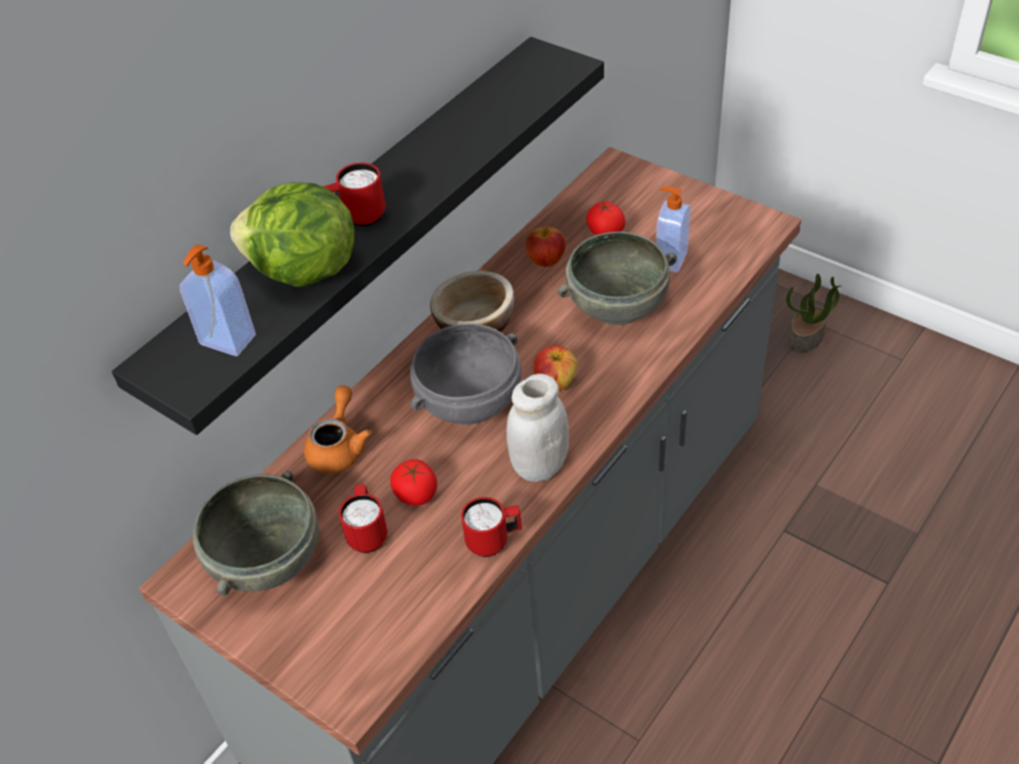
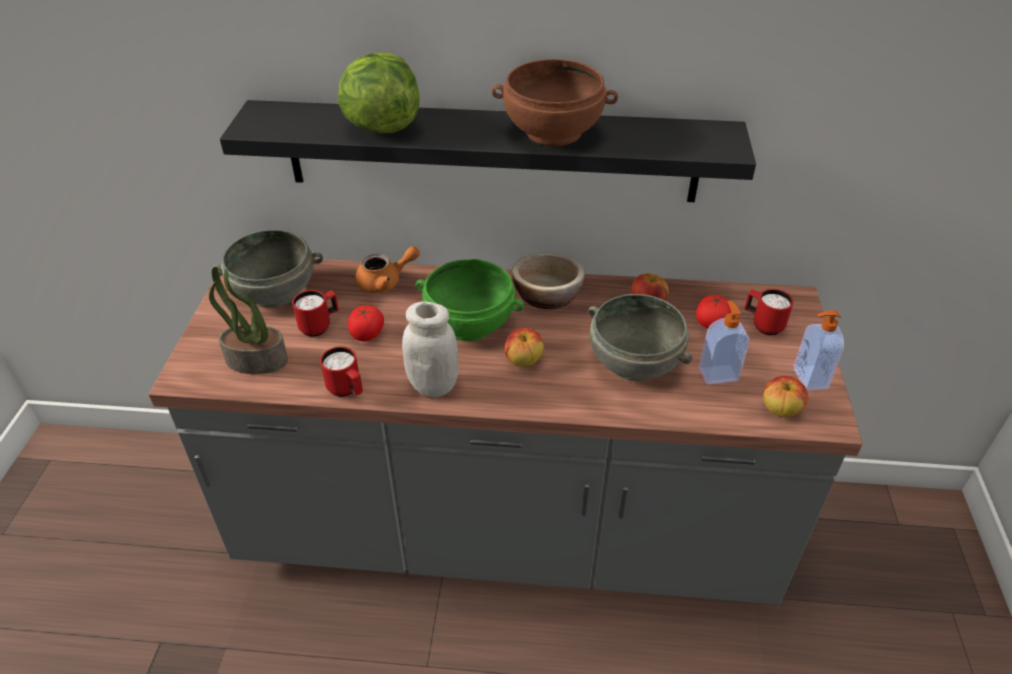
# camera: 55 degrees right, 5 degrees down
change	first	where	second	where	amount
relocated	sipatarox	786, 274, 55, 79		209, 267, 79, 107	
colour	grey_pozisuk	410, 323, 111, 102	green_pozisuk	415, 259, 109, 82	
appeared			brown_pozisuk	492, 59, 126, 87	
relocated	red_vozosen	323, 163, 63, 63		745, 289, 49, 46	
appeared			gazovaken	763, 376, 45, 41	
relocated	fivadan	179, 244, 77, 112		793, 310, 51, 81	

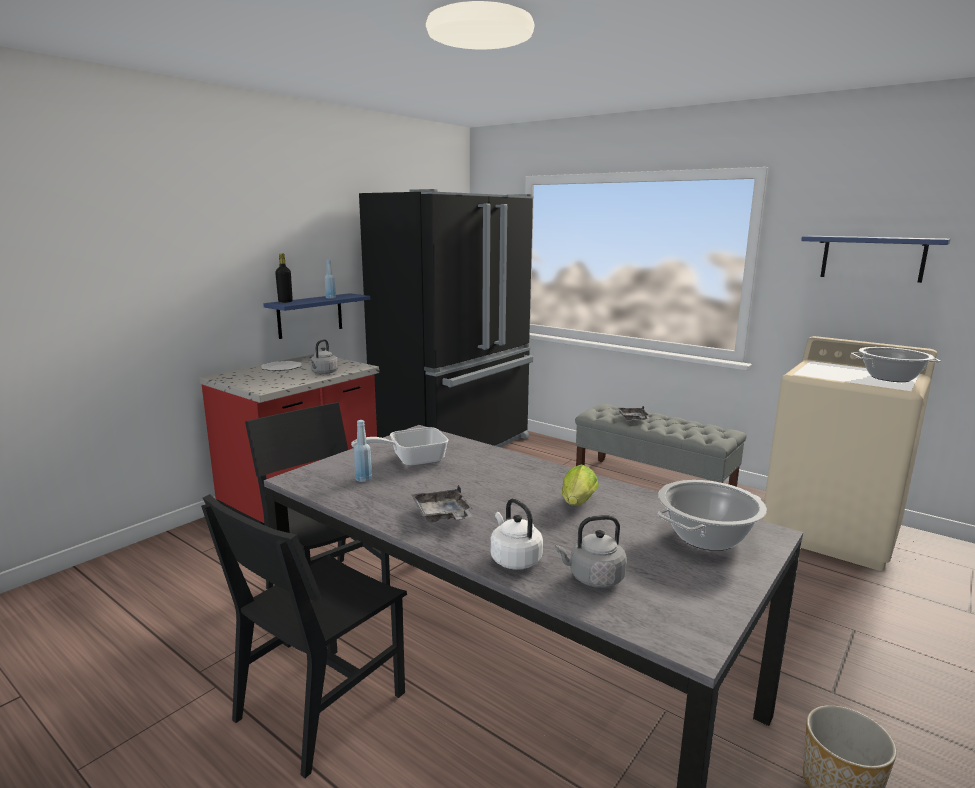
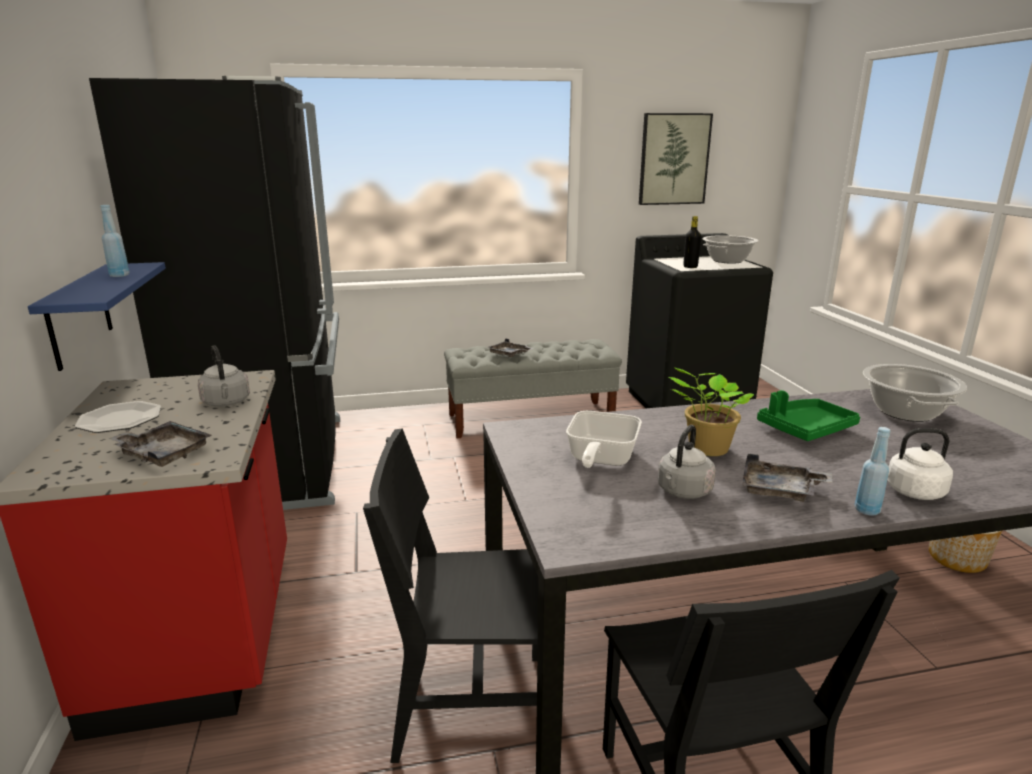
# camera: 50 degrees left, 5 degrees up
change	first	where	second	where	amount
appeared			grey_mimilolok	108, 421, 104, 46	
colour	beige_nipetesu	761, 336, 176, 235	black_nipetesu	626, 233, 147, 175	
exchanged	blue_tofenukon	801, 236, 149, 47	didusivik	639, 113, 74, 92	
relocated	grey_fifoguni	555, 515, 72, 73		658, 425, 58, 74	
appeared			sipatarox	669, 368, 85, 88	
relocated	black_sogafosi	275, 253, 18, 50		683, 216, 18, 52	
exchanged	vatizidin	562, 464, 37, 42	green_mimilolok	757, 390, 103, 51	
relocated	blue_sogafosi	354, 420, 18, 62		854, 427, 36, 89	

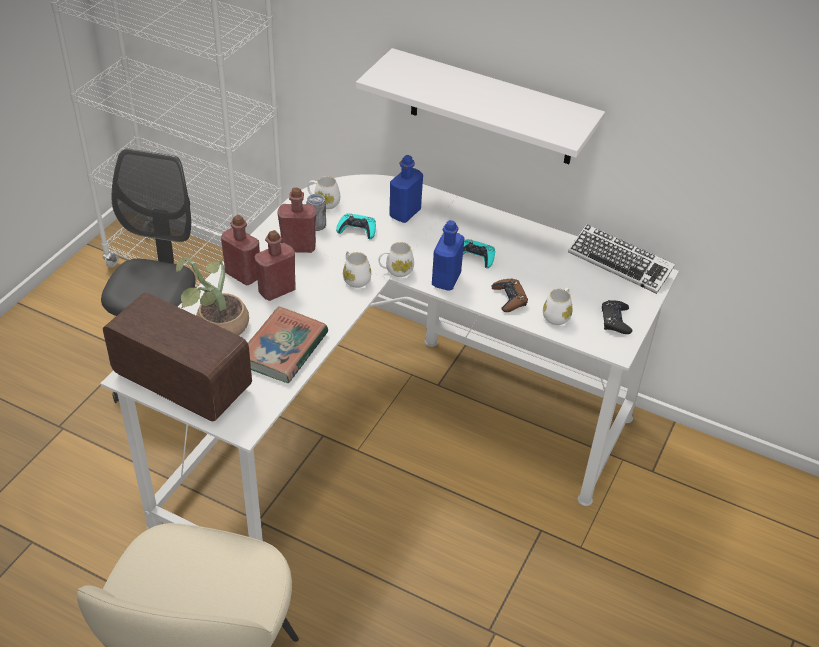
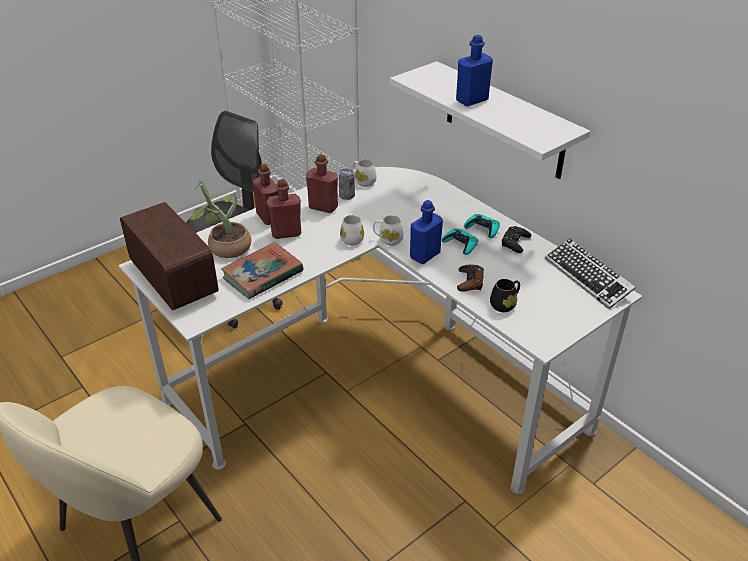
# camera: 25 degrees right, 5 degrees down
change	first	where	second	where	amount
relocated	blue_sogafosi	389, 155, 34, 68		456, 35, 37, 71	
relocated	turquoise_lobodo	336, 213, 40, 26		464, 214, 36, 24	
colour	white_vozosen	543, 288, 29, 37	black_vozosen	490, 279, 30, 33	
relocated	black_lobodo	602, 300, 31, 34		502, 226, 29, 27	

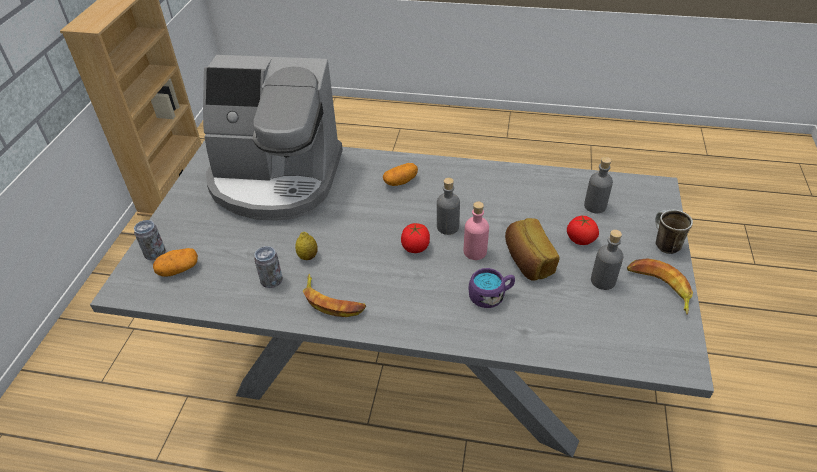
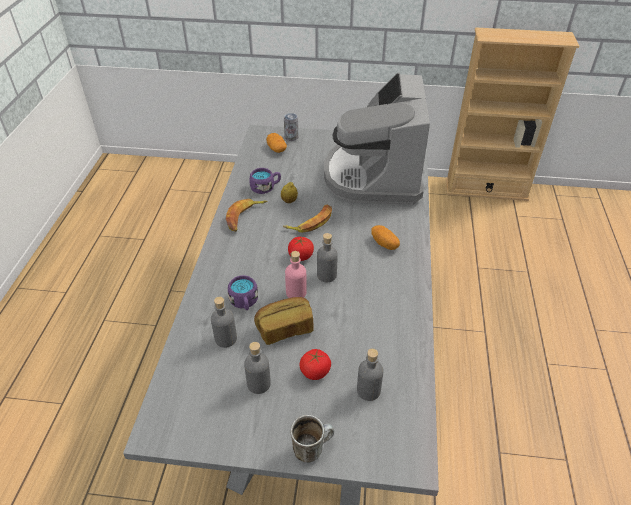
# camera: 85 degrees right, 0 degrees up
change	first	where	second	where	amount
appeared			grey_sogafosi	211, 297, 26, 51	
exchanged	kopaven	254, 246, 29, 42	purple_vozosen	249, 168, 32, 26	
relocated	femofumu	627, 258, 66, 57		283, 205, 49, 28	

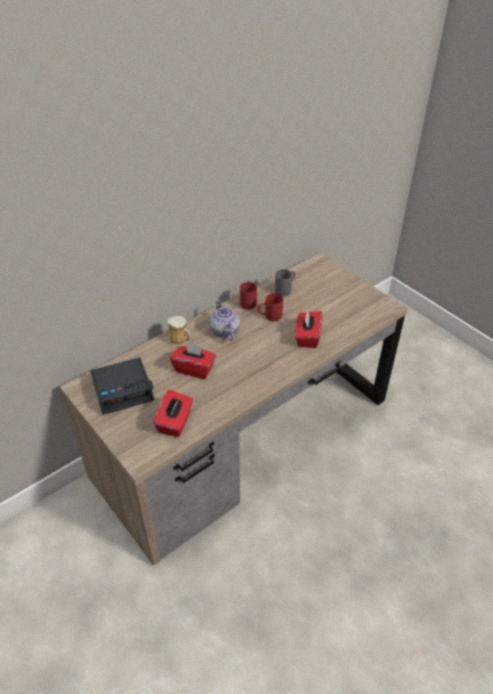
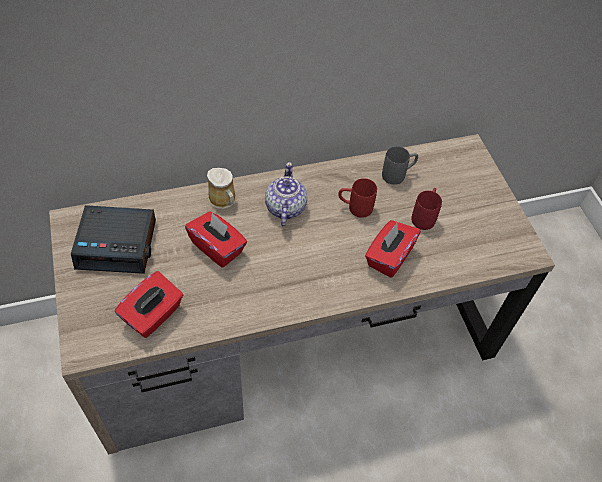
# camera: 20 degrees right, 10 degrees up
change	first	where	second	where	amount
relocated	red_vozosen	240, 281, 17, 29		411, 188, 31, 42	

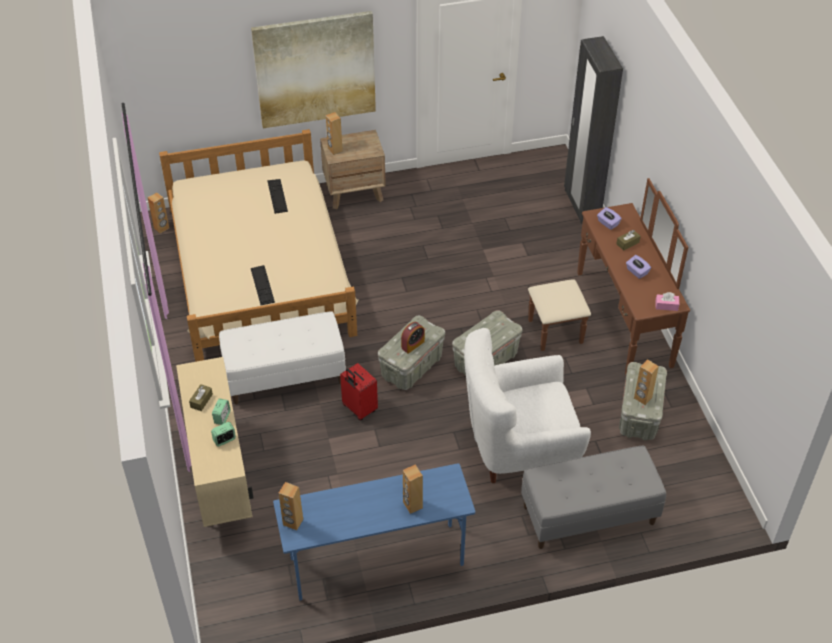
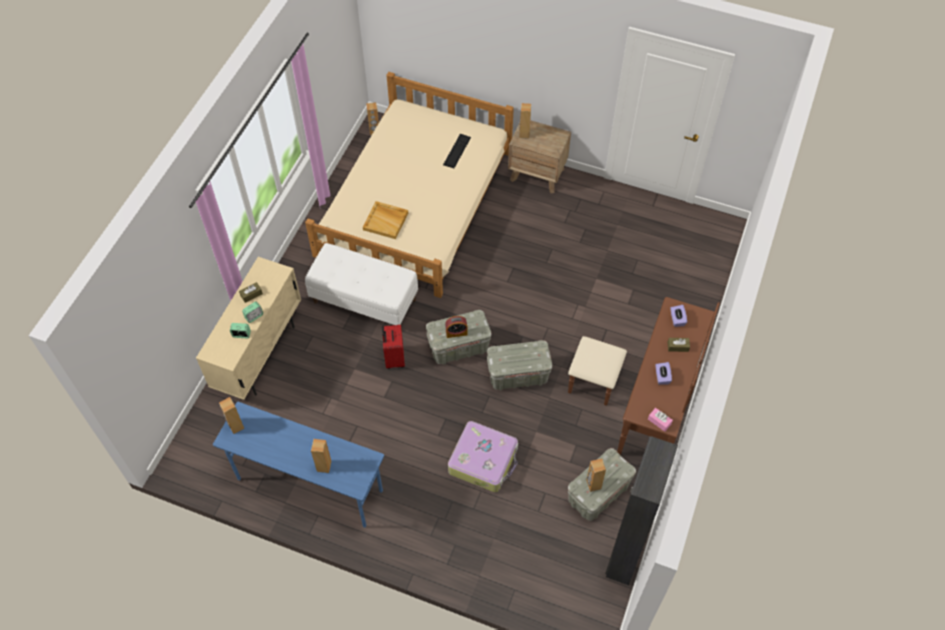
# camera: 35 degrees right, 10 degrees up
change	first	where	second	where	amount
exchanged	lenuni	251, 265, 24, 40	beige_mimilolok	363, 201, 45, 38	
exchanged	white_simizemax	464, 328, 127, 155	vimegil	448, 421, 70, 71	
relocated	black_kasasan	564, 36, 59, 188		605, 436, 73, 149	
missing	didusivik	251, 11, 125, 117			
missing	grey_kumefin	521, 446, 145, 103			

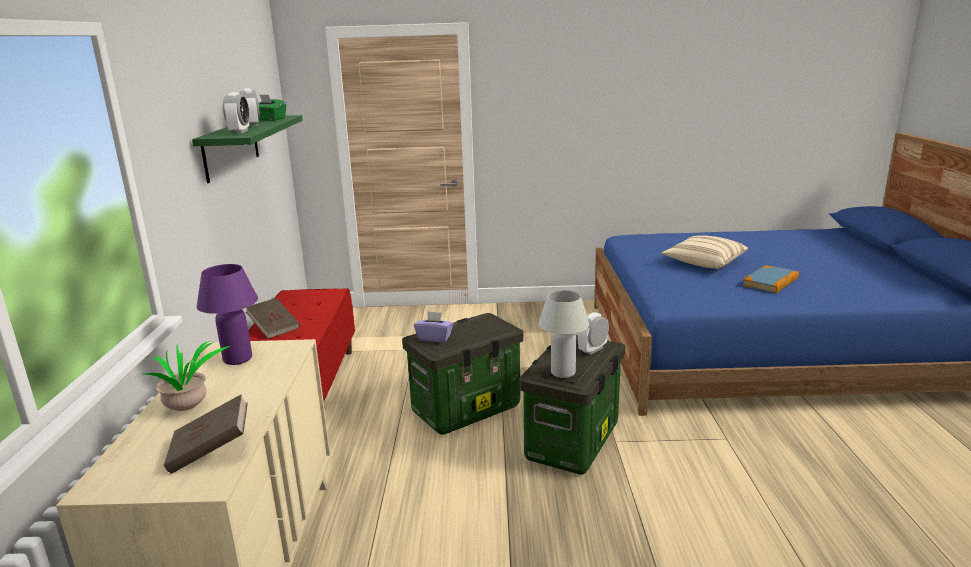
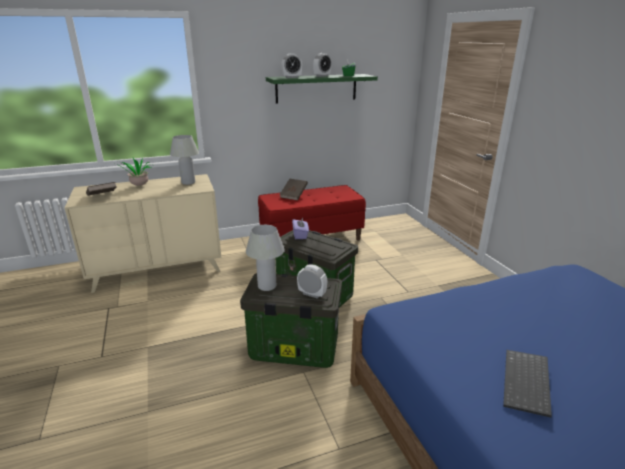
# camera: 70 degrees right, 5 degrees up
change	first	where	second	where	amount
colour	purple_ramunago	197, 264, 61, 101	white_ramunago	170, 135, 29, 50	
exchanged	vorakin	743, 265, 56, 28	lenuni	503, 350, 49, 68	
missing	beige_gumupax	661, 235, 87, 34			

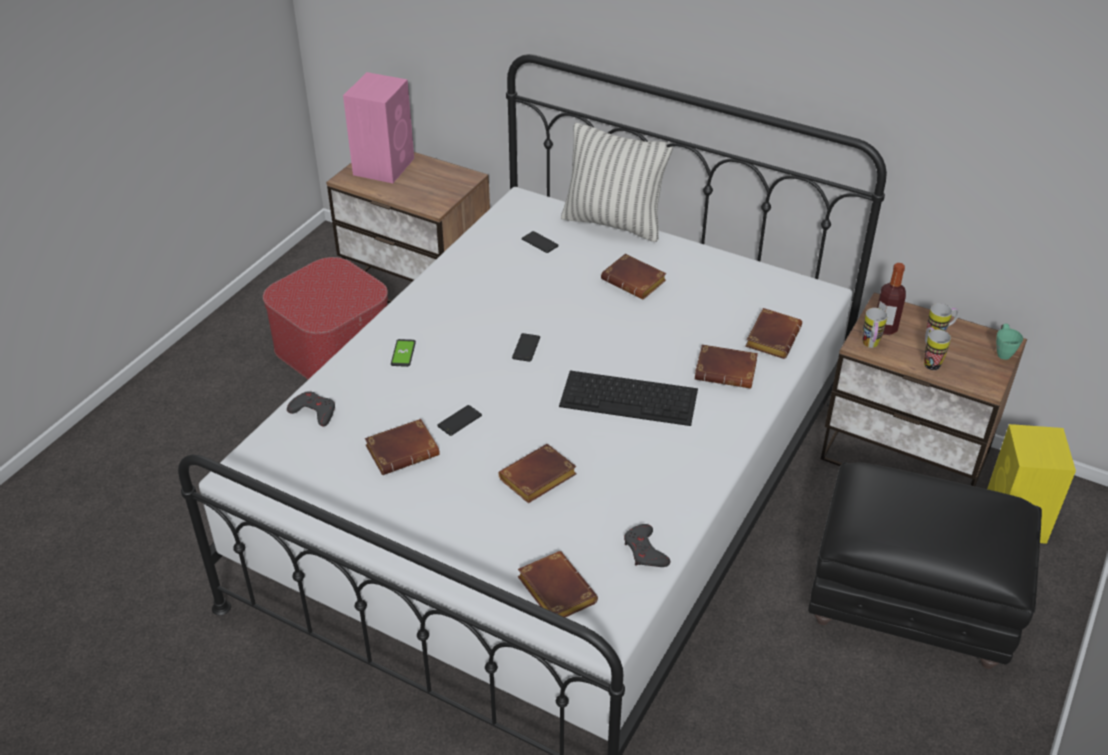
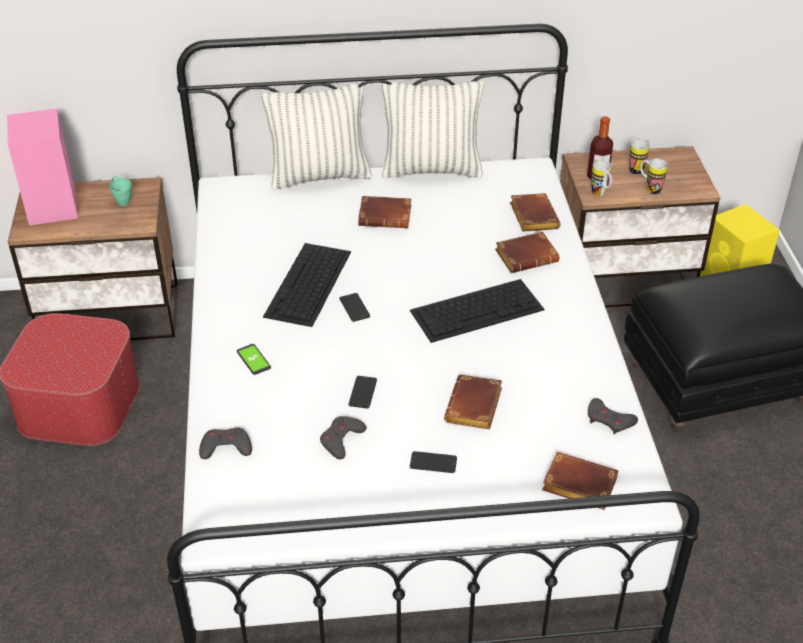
# camera: 35 degrees left, 0 degrees up
change	first	where	second	where	amount
relocated	green_vozosen	996, 324, 27, 36		109, 176, 23, 30	
appeared			lenuni	263, 243, 88, 84	
exchanged	brown_vorakin	365, 419, 75, 56	grey_lobodo	320, 416, 47, 43	
appeared			gumupax	382, 81, 102, 97	
relocated	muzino	522, 231, 37, 22		410, 451, 47, 22	

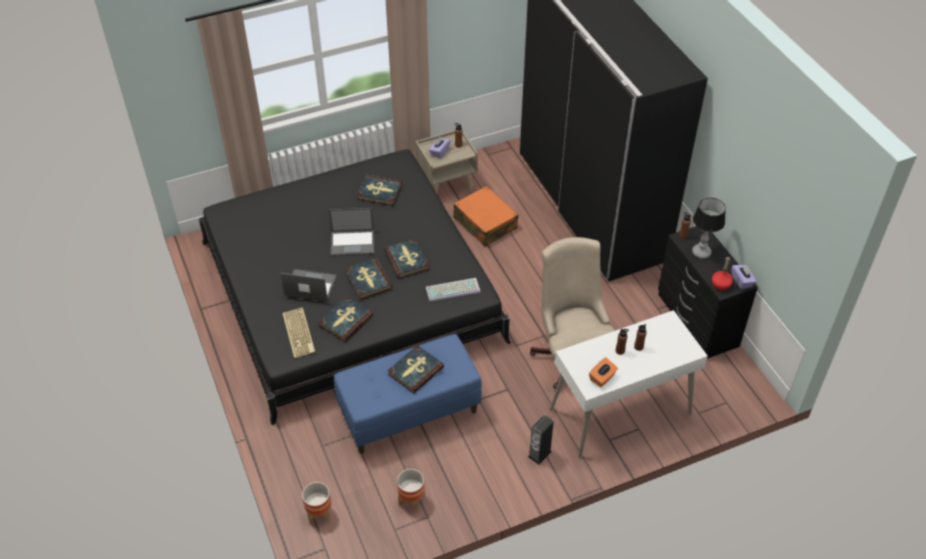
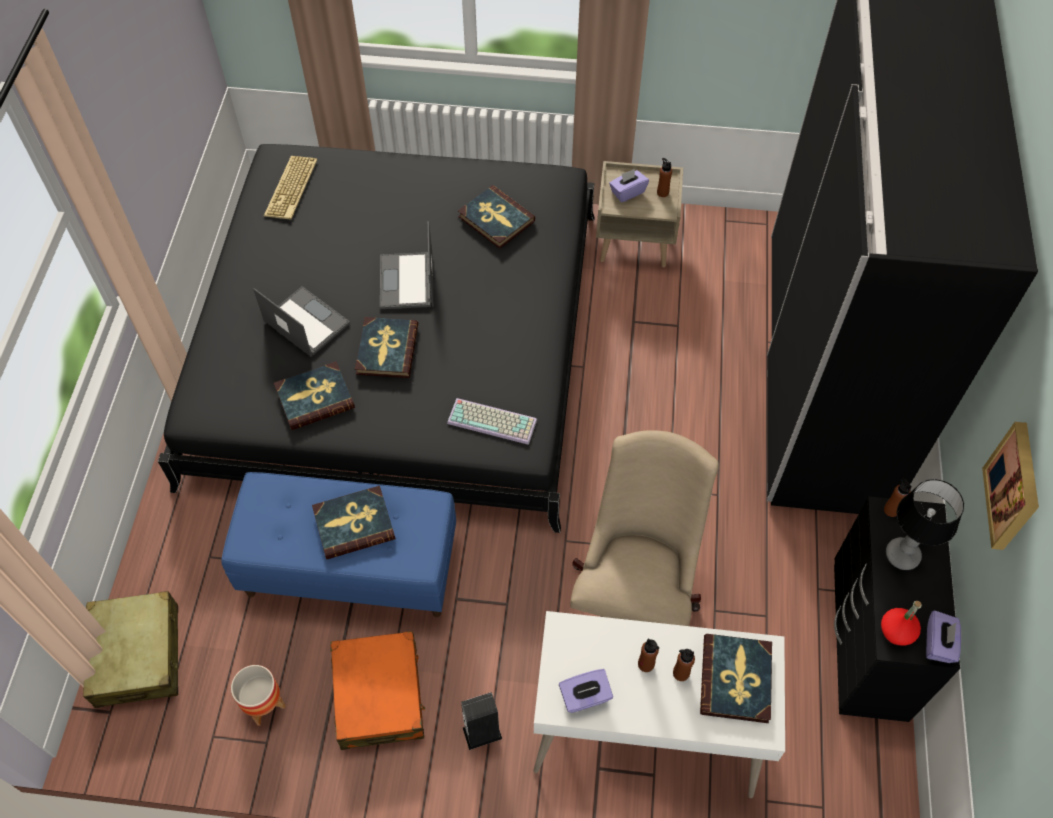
# camera: 30 degrees right, 10 degrees up
change	first	where	second	where	amount
exchanged	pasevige	302, 482, 29, 42	beige_vimegil	83, 591, 95, 117	
relocated	lenuni	283, 307, 32, 51		264, 156, 53, 63	
relocated	orange_vimegil	453, 186, 65, 61		330, 631, 95, 119	
spun	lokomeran	329, 208, 45, 48		380, 221, 54, 88	60 degrees clockwise
colour	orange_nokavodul	589, 357, 29, 30	purple_nokavodul	559, 669, 54, 44	
relocated	vorakin	384, 239, 46, 39		700, 634, 72, 89	
appeared			didusivik	982, 422, 57, 128	

